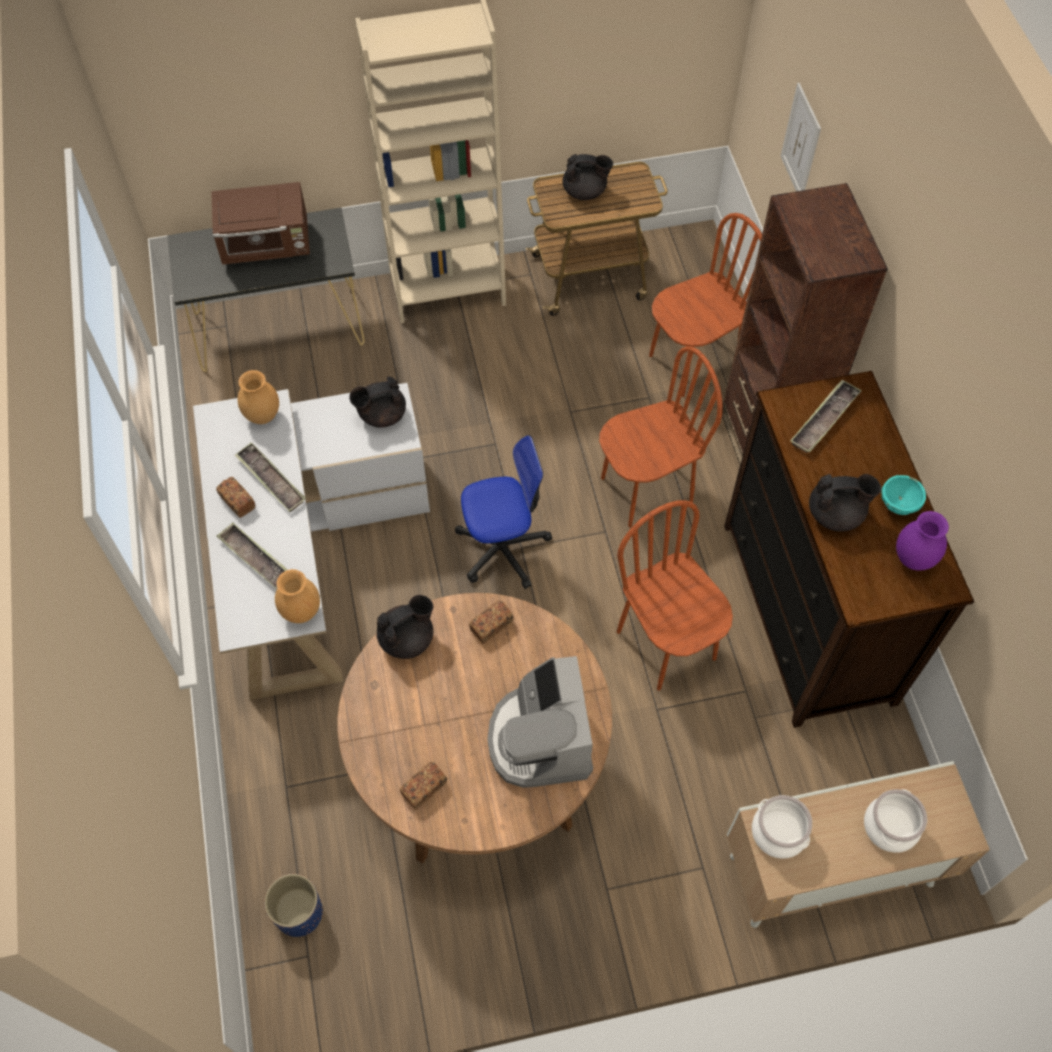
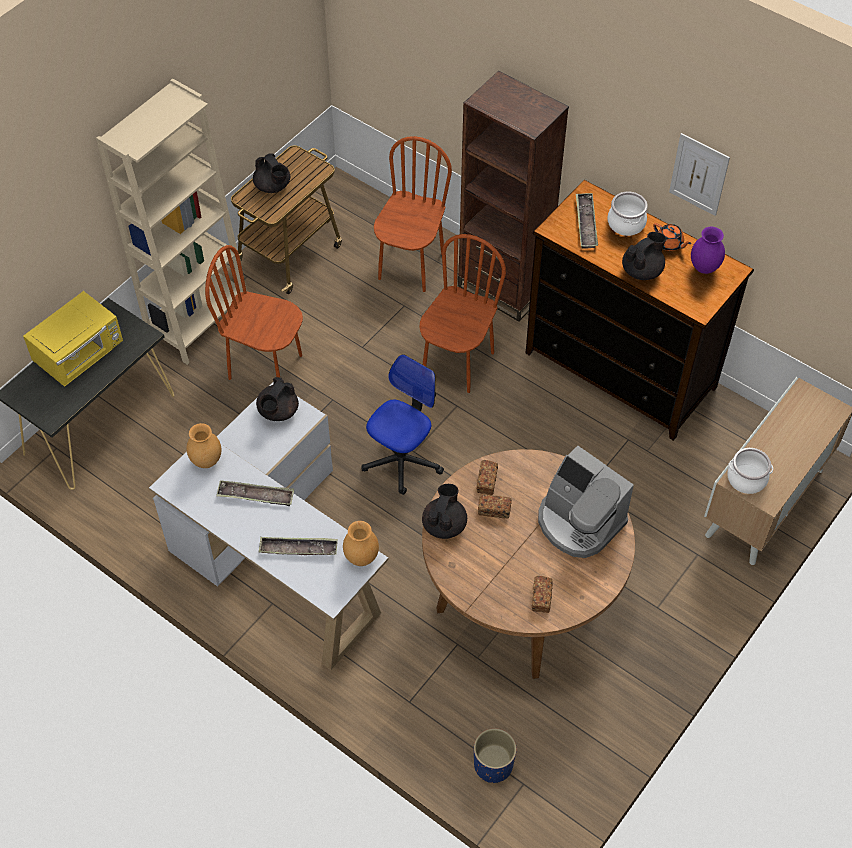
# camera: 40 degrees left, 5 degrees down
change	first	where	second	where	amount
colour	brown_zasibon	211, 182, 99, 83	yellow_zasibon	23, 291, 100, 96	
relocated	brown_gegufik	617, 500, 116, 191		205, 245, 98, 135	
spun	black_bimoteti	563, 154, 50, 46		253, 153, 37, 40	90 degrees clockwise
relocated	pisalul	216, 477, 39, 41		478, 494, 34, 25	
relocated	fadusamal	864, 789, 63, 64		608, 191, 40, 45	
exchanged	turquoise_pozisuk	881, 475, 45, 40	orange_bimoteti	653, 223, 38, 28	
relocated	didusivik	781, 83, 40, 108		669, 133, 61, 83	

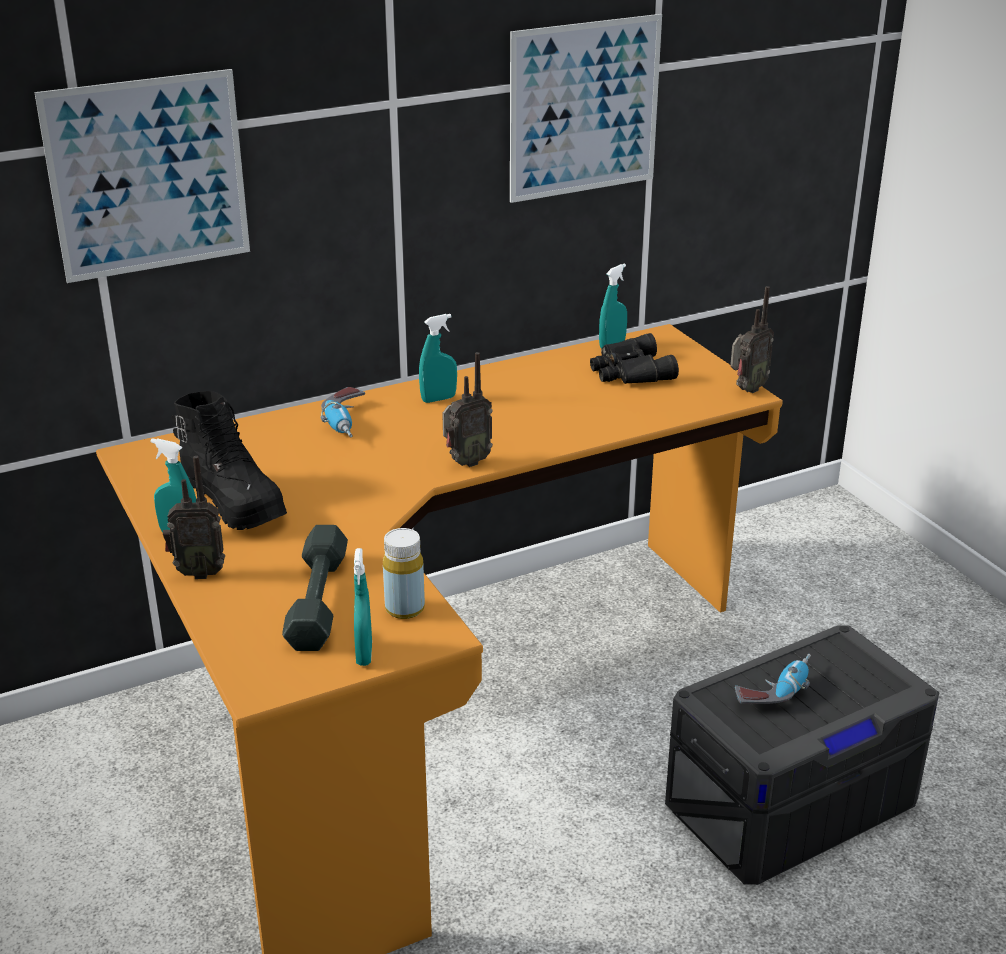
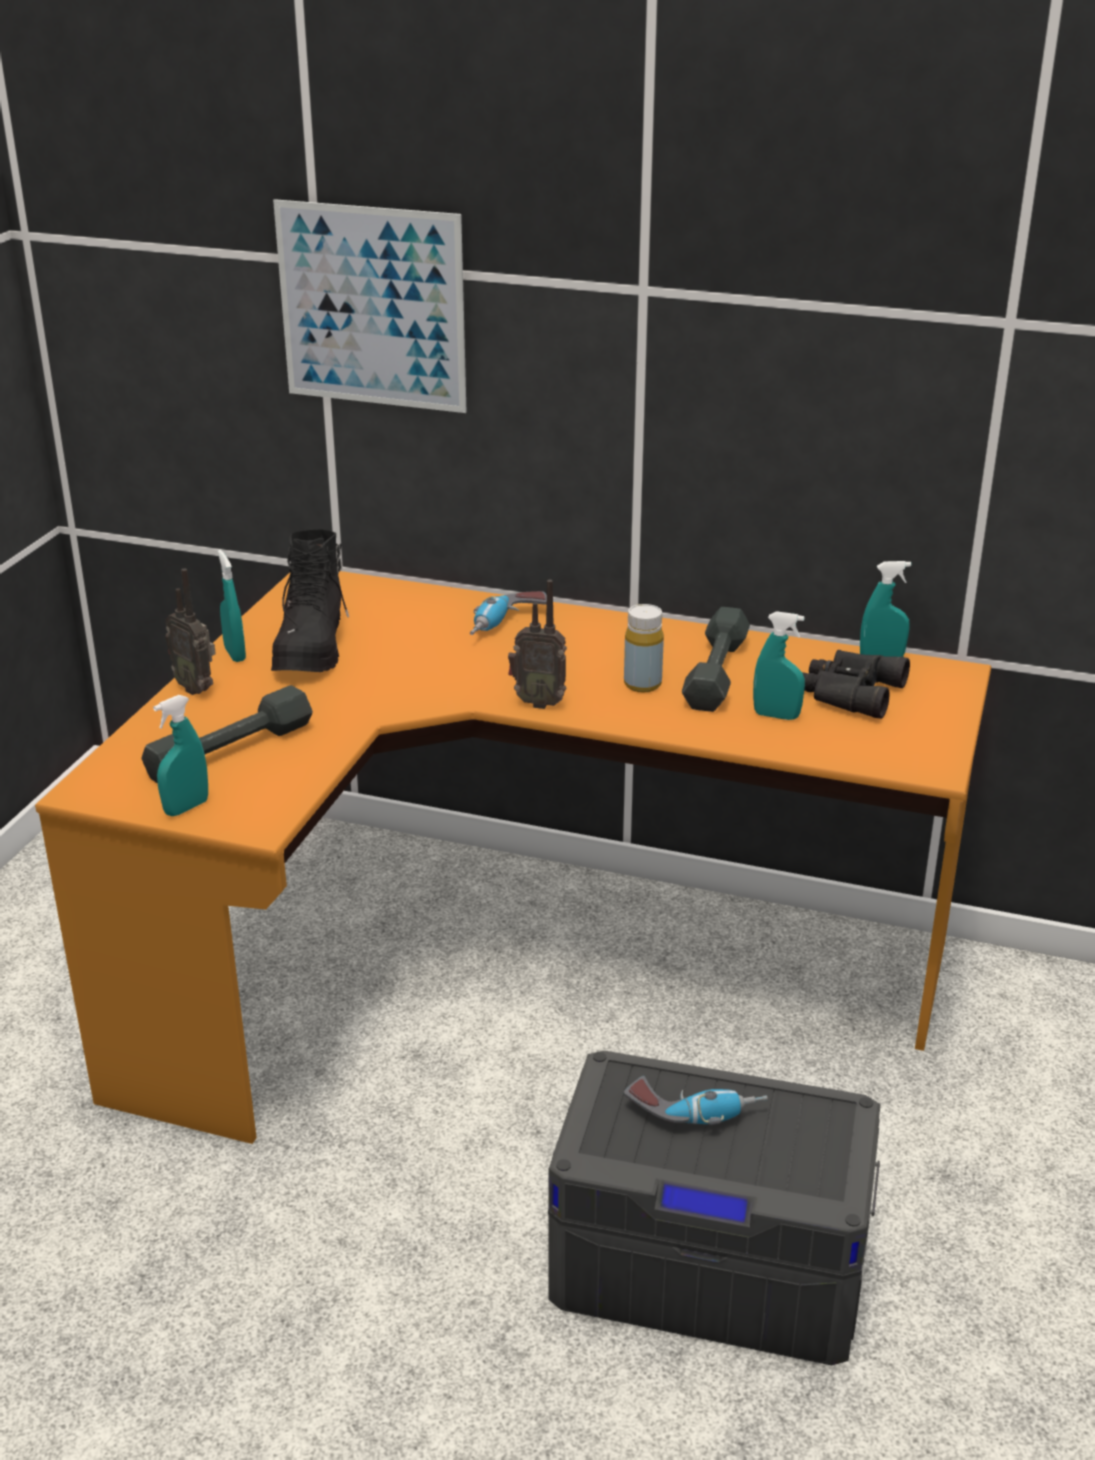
# camera: 45 degrees right, 0 degrees up
change	first	where	second	where	amount
relocated	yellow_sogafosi	383, 528, 42, 91		624, 604, 40, 89	
appeared			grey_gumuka	682, 607, 68, 105	
relocated	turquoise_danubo	419, 314, 38, 89		753, 611, 52, 109	
missing	didusivik	510, 14, 152, 189			
missing	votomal	730, 286, 44, 107			

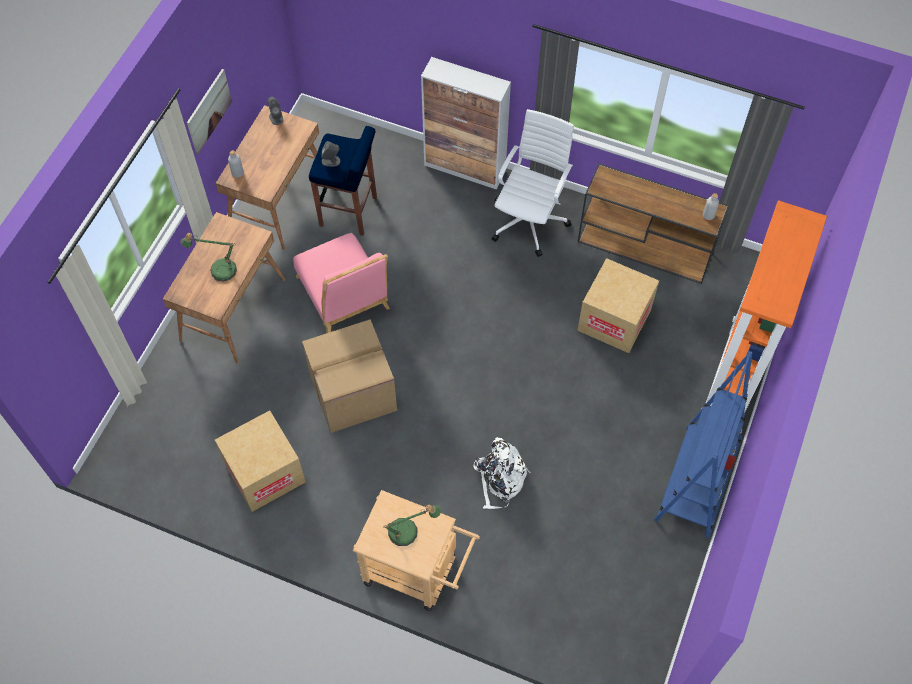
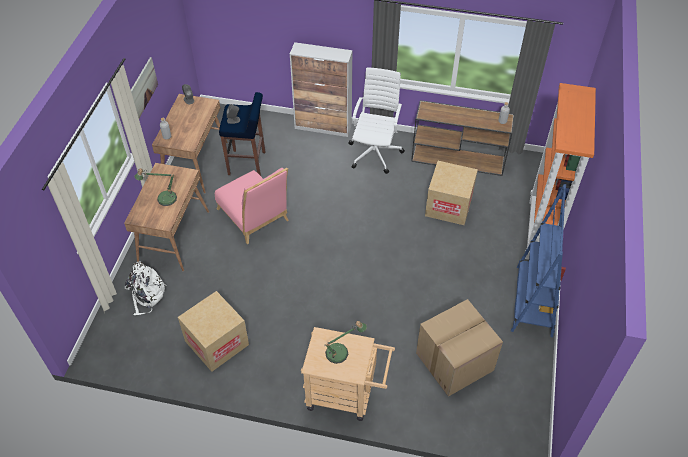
# camera: 10 degrees left, 10 degrees down
change	first	where	second	where	amount
relocated	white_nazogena	473, 437, 57, 72		125, 261, 42, 54	
relocated	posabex	302, 319, 95, 114		416, 299, 87, 98	

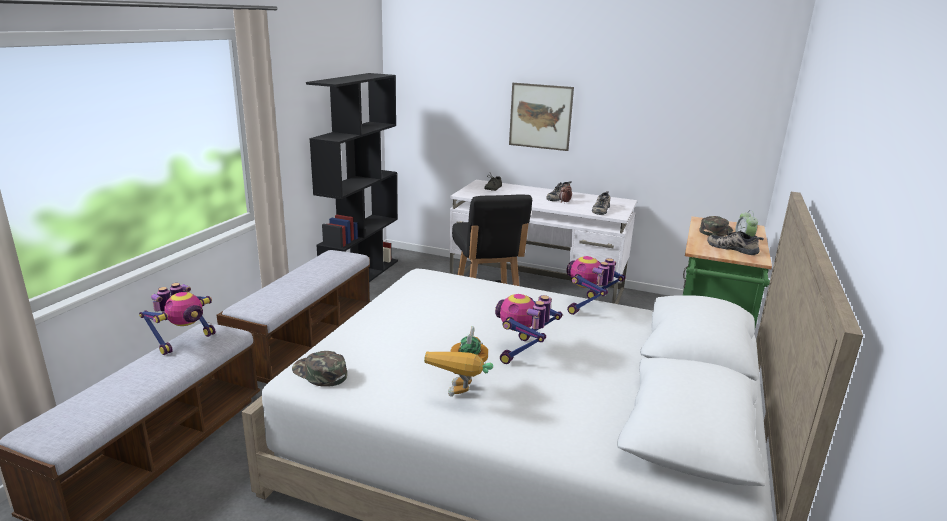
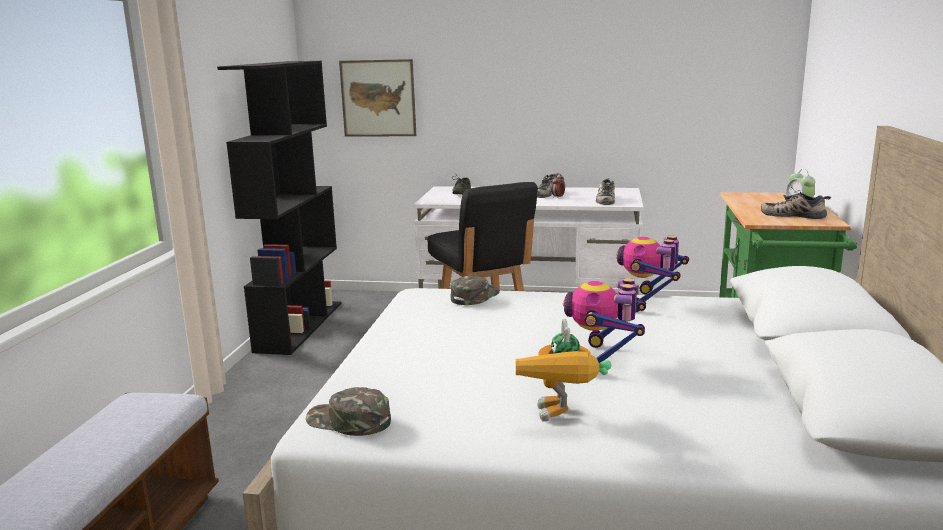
# camera: 10 degrees left, 5 degrees down
change	first	where	second	where	amount
relocated	didusivik	509, 83, 65, 68		339, 59, 77, 78	
relocated	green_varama	699, 216, 34, 21		451, 275, 49, 30	
missing	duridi	139, 283, 77, 72			
missing	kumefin	217, 250, 154, 134			

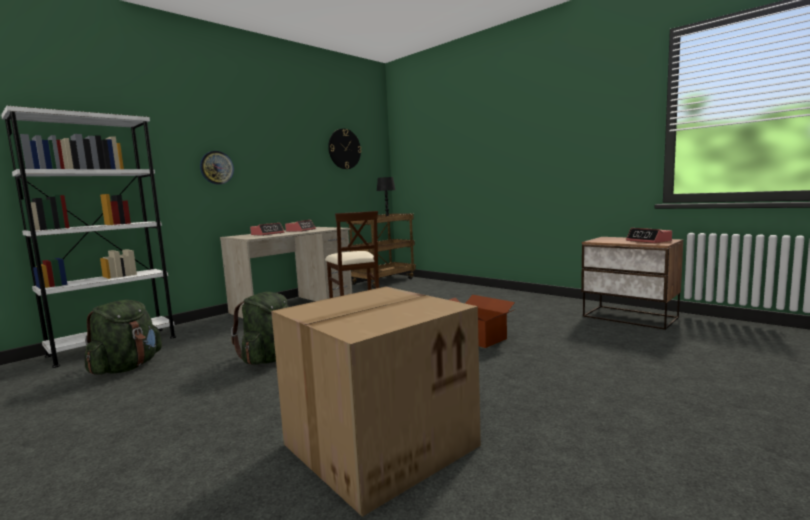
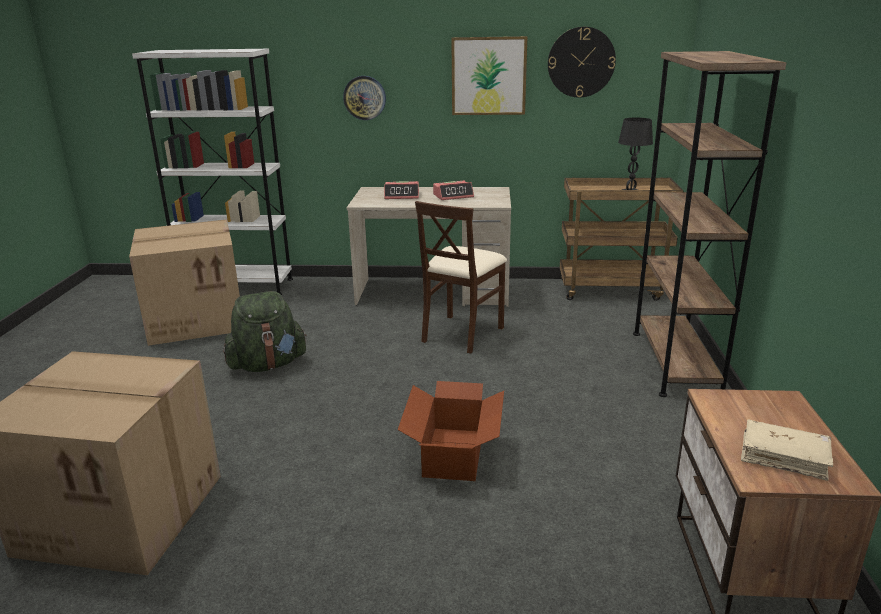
# camera: 50 degrees right, 15 degrees up
change	first	where	second	where	amount
exchanged	green_nazogena	85, 300, 77, 75	posabex	129, 220, 111, 126	
appeared			didusivik	451, 36, 76, 79	
appeared			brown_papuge	633, 51, 153, 346	
exchanged	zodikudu	626, 228, 46, 15	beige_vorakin	741, 419, 92, 62	

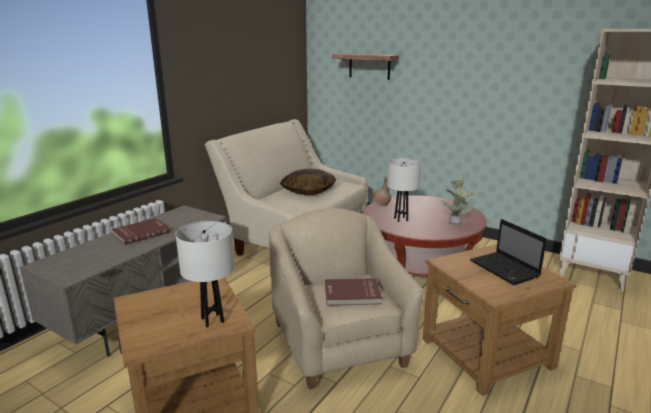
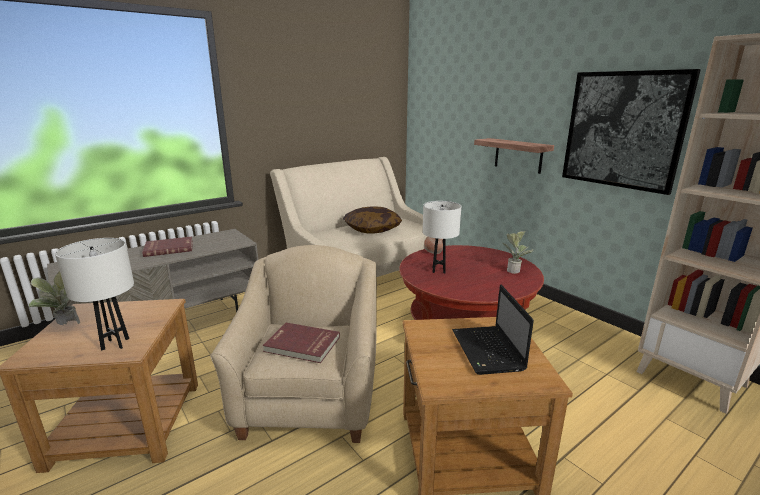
# camera: 20 degrees right, 0 degrees up
change	first	where	second	where	amount
relocated	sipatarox	441, 187, 32, 37		29, 271, 51, 54	
relocated	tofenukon	332, 53, 67, 27		474, 138, 80, 36	
appeared			didusivik	562, 69, 139, 126	

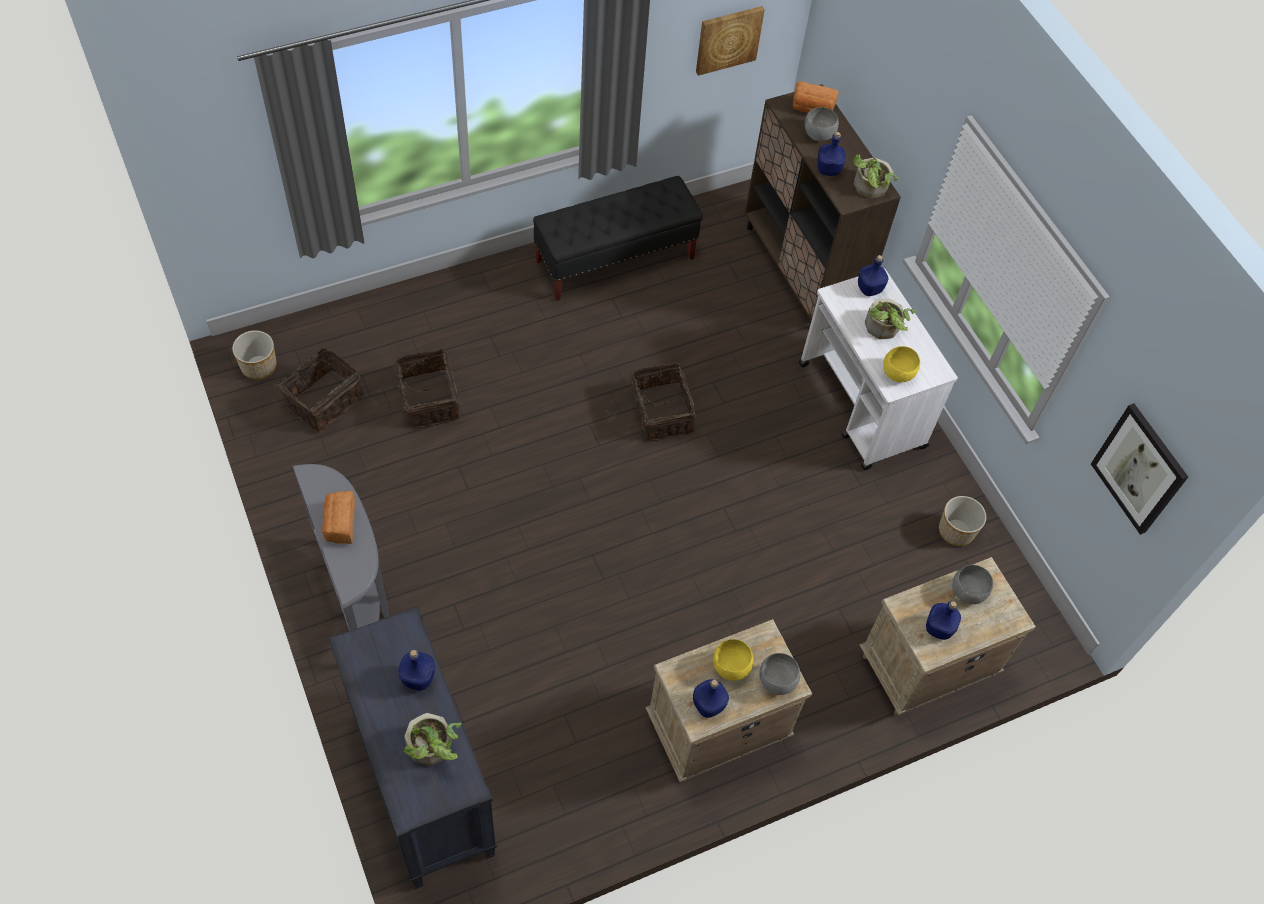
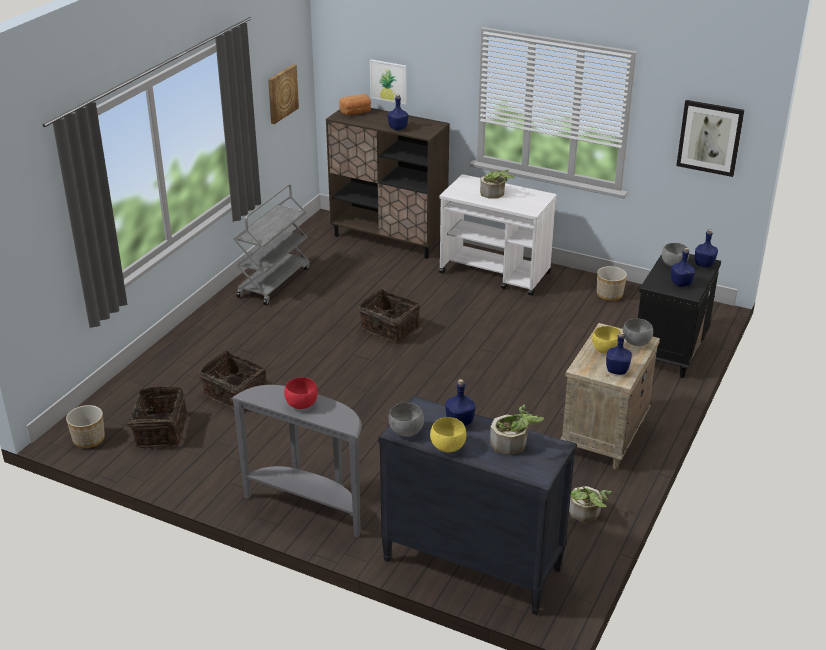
# camera: 35 degrees left, 25 degrees down
change	first	where	second	where	amount
exchanged	black_kumefin	533, 176, 170, 125	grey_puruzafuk	233, 184, 77, 121	
exchanged	pisalul	322, 491, 33, 53	red_pozisuk	284, 377, 34, 32	
appeared			didusivik	370, 59, 37, 46	
relocated	grey_pozisuk	805, 107, 34, 34		388, 403, 36, 34	
relocated	yellow_pozisuk	883, 346, 37, 36		430, 417, 37, 35	
relocated	sipatarox	853, 154, 46, 45		569, 486, 43, 36	
colour	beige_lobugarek	859, 557, 177, 159	black_lobugarek	638, 254, 83, 124	
relocated	blue_sogafosi	858, 255, 30, 41		695, 229, 23, 39	

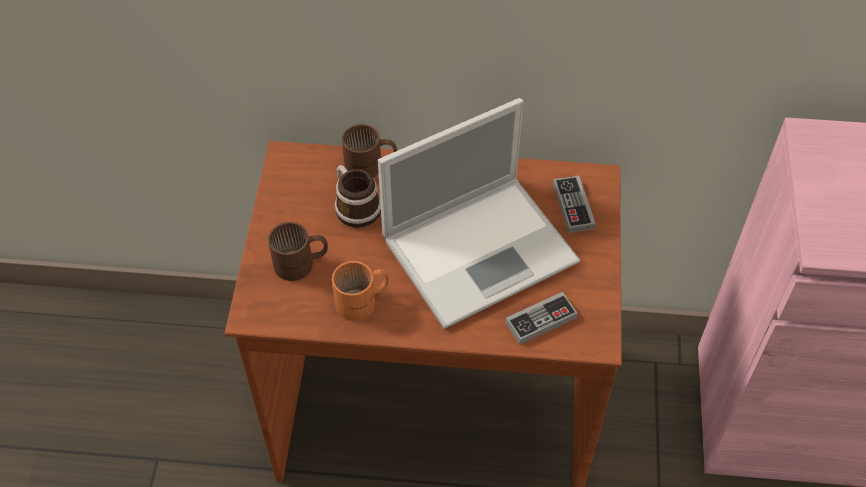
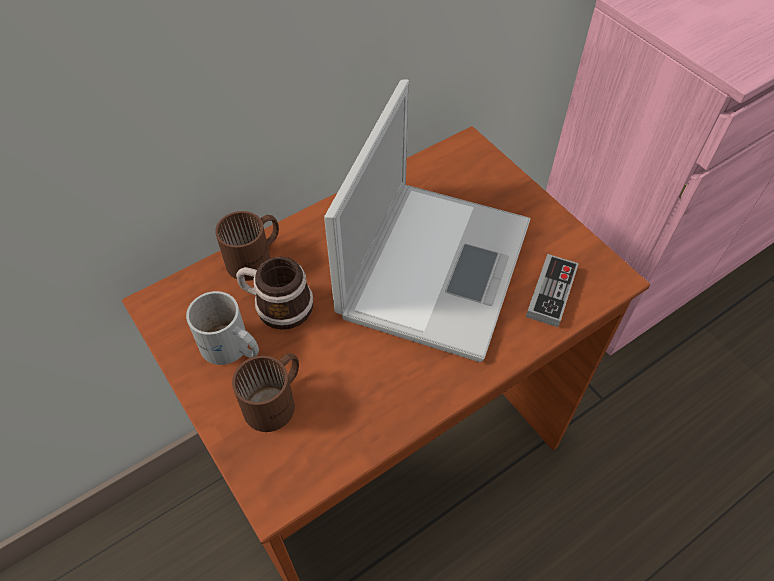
# camera: 40 degrees left, 0 degrees up
change	first	where	second	where	amount
appeared			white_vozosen	186, 291, 73, 74	
missing	orange_vozosen	332, 261, 57, 60			
missing	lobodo	553, 176, 43, 57			

